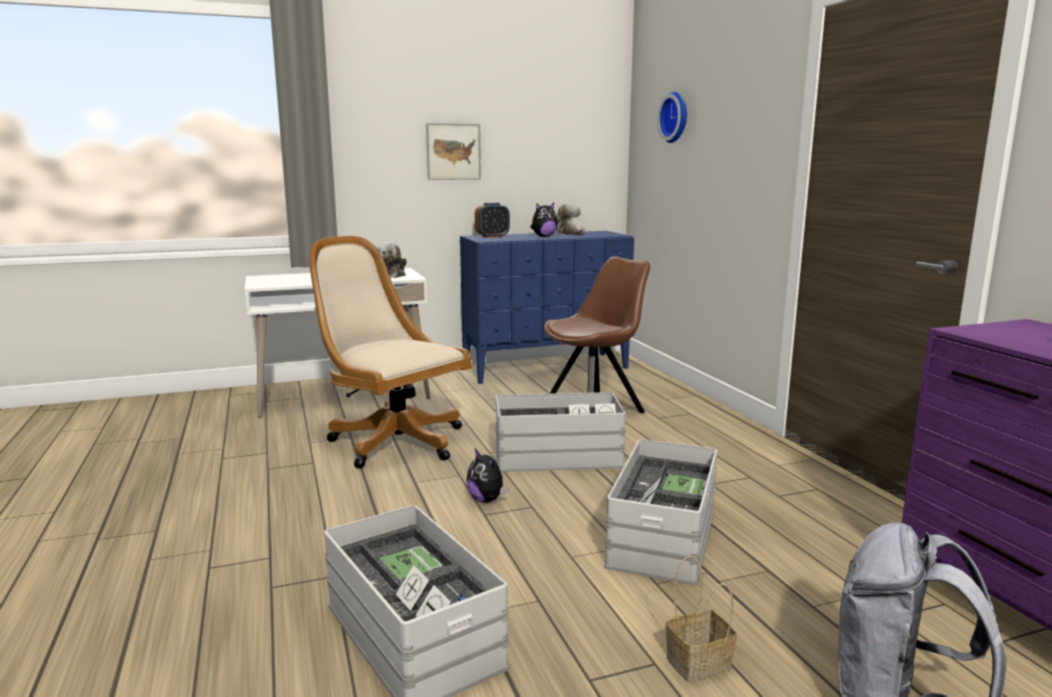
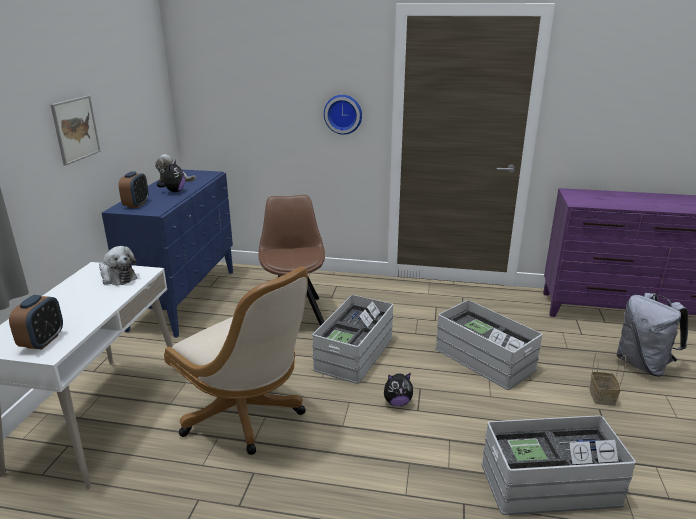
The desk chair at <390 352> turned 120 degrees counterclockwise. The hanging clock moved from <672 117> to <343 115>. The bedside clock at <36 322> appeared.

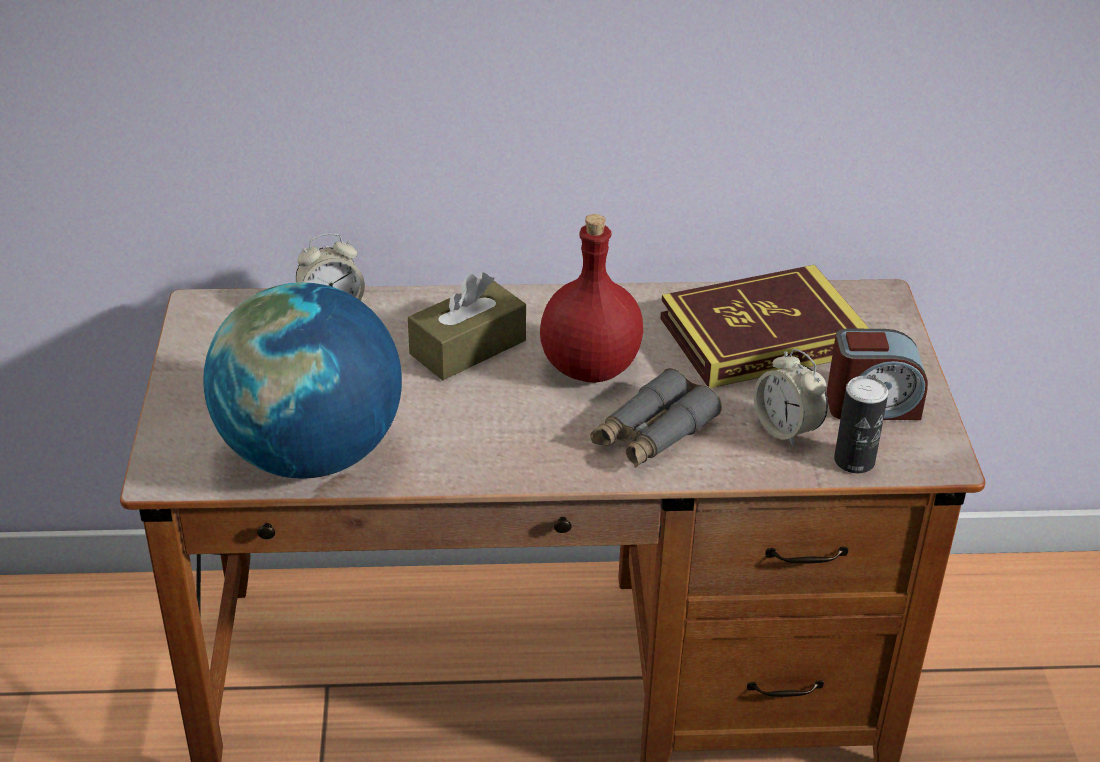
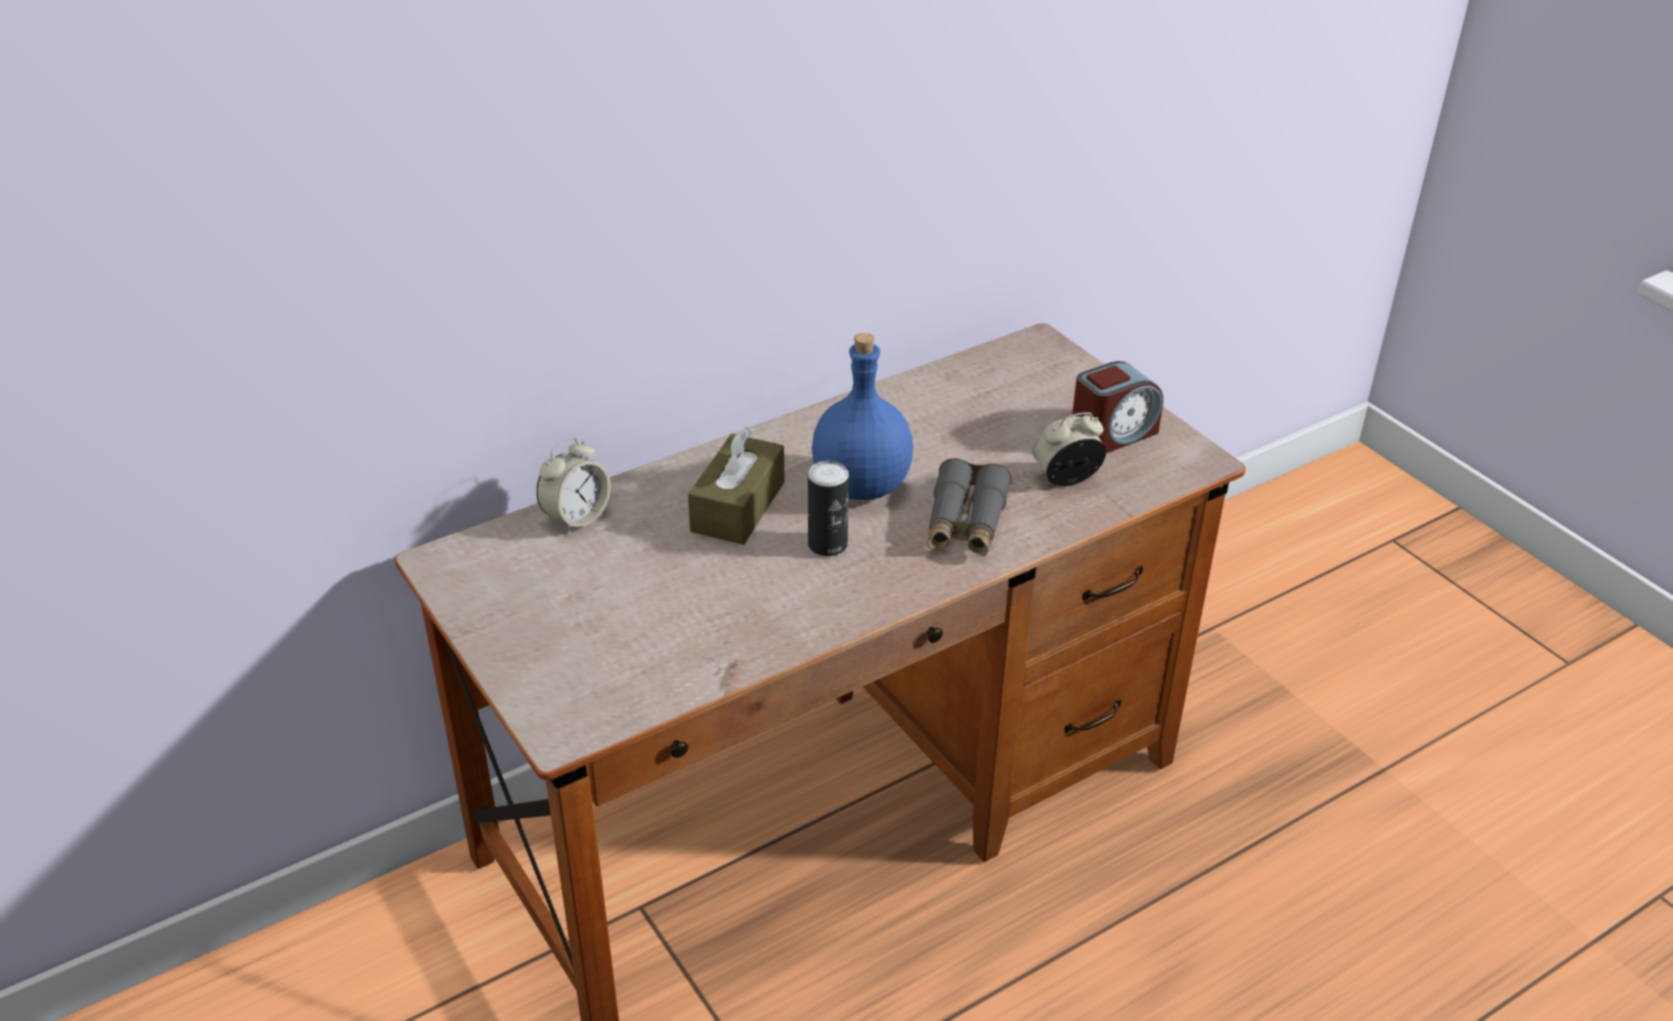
The world globe at <302 380> disappeared. The reddish drink bottle at <591 298> became the bluish drink bottle at <862 416>. The bound book at <764 326> disappeared. The bedside clock at <791 398> turned 135 degrees clockwise. The metal can moved from <861 424> to <828 508>.

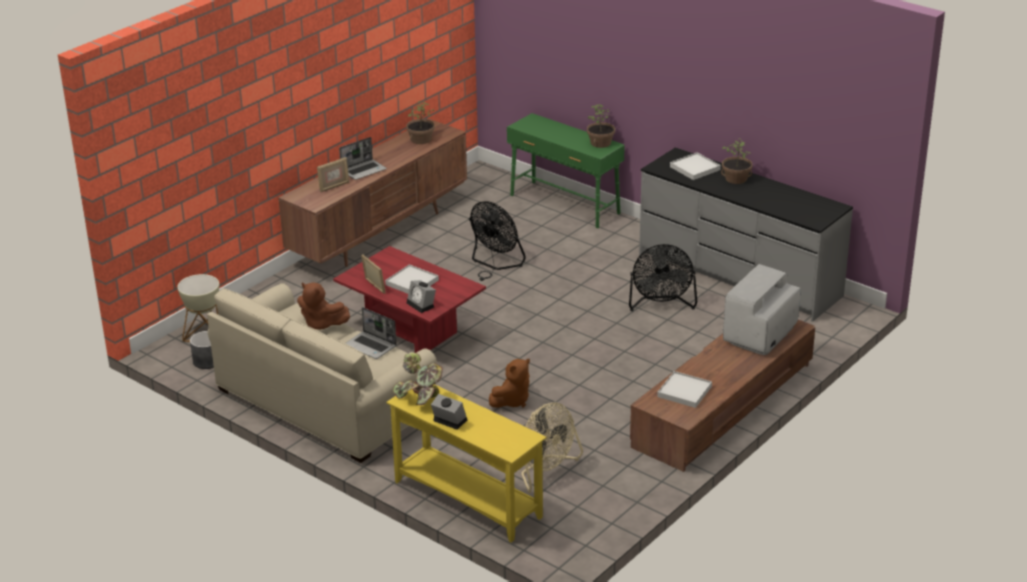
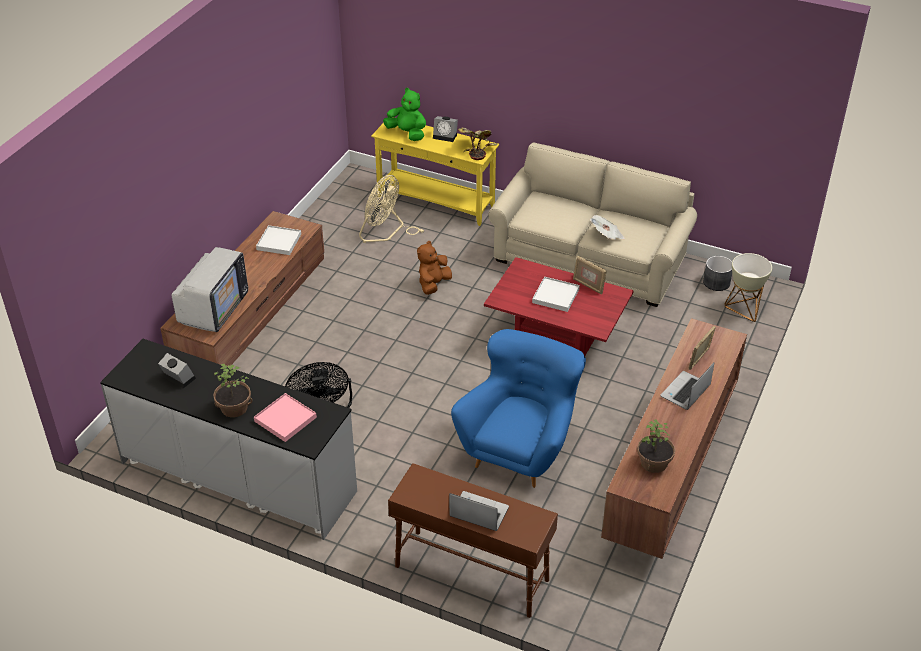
The brownish soft toy at <323 306> was replaced by the newspaper at <607 227>. The laptop moved from <371 333> to <479 511>. The bedside clock moved from <421 296> to <177 370>. The black-coloured fan at <497 241> was replaced by the bluish lounge chair at <518 408>. The greenish console table at <566 170> became the brownish console table at <473 540>. The plant in a pot at <601 126> disappeared. The whitish tray at <695 166> became the pinkish tray at <285 417>. The greenish soft toy at <404 114> appeared.

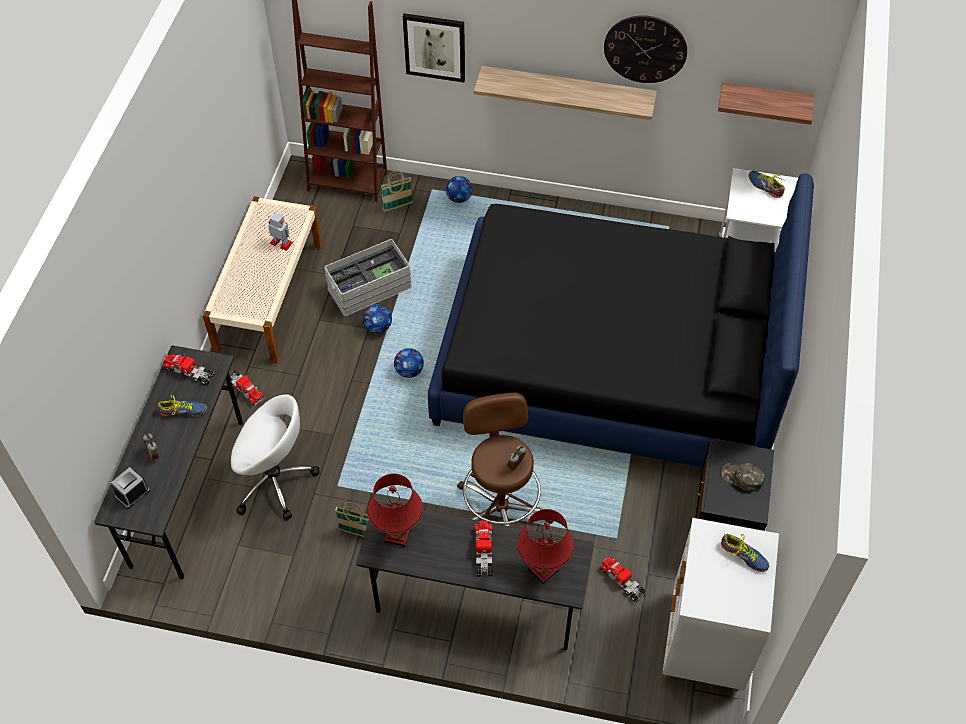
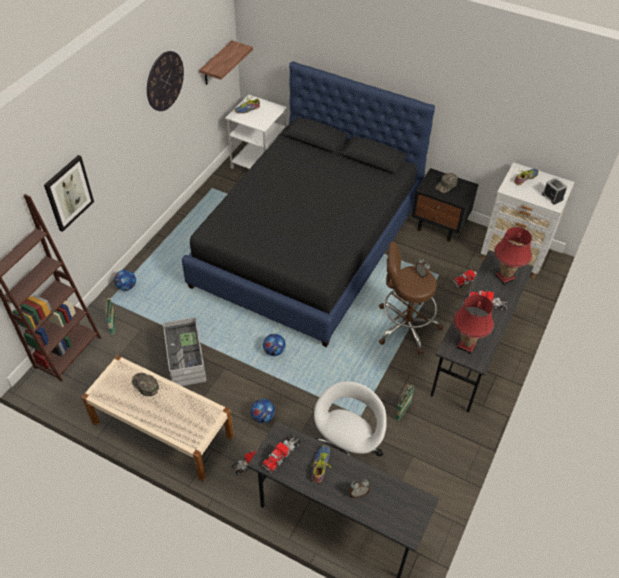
The bedside clock moved from <130 488> to <554 191>. The robot figure at <280 232> was replaced by the greenish peaked cap at <145 384>. The ball for football moved from <377 318> to <263 411>. The wall shelf at <565 93> disappeared.

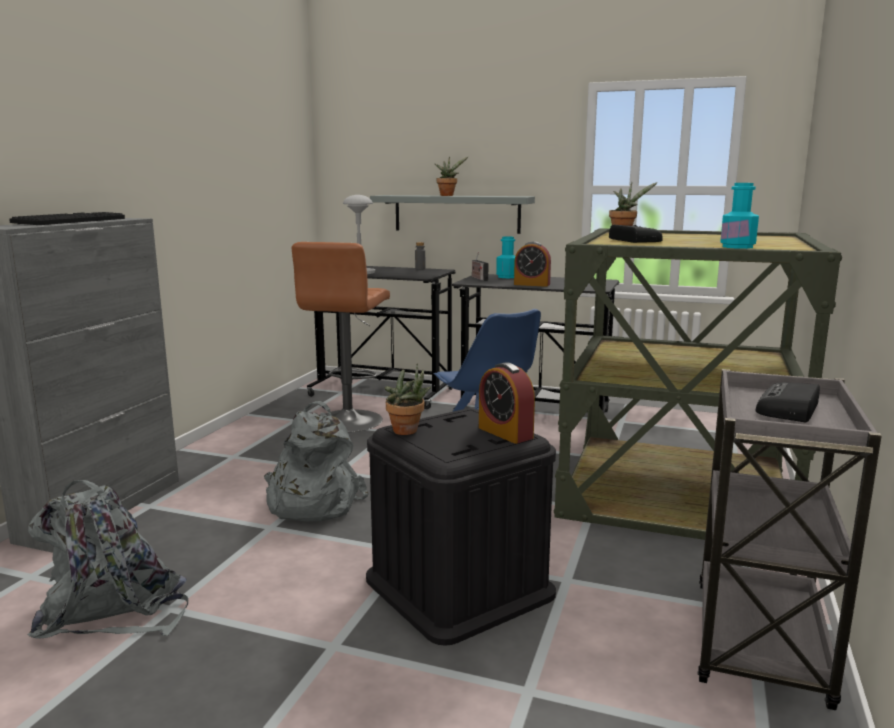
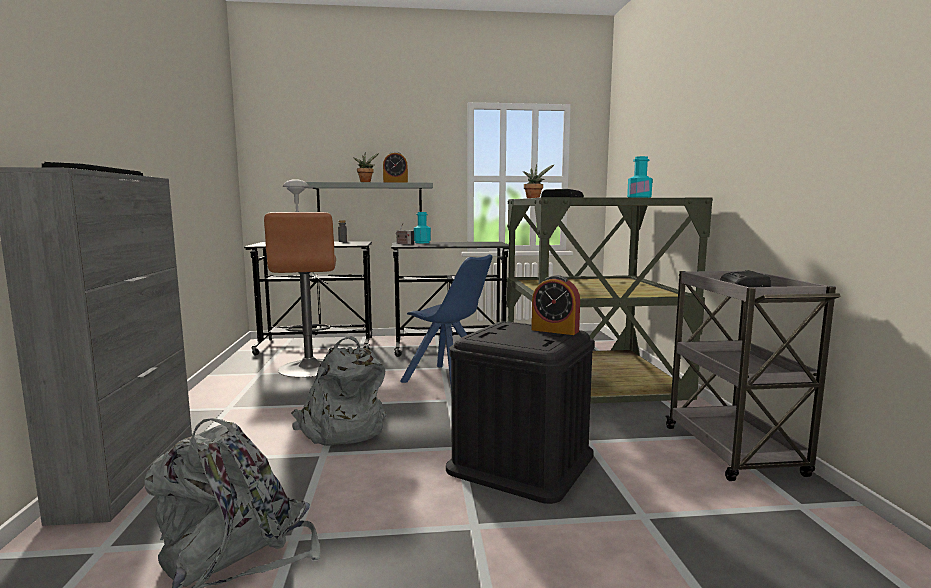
The plant in a pot at <408 399> disappeared. The bedside clock moved from <532 264> to <395 166>.

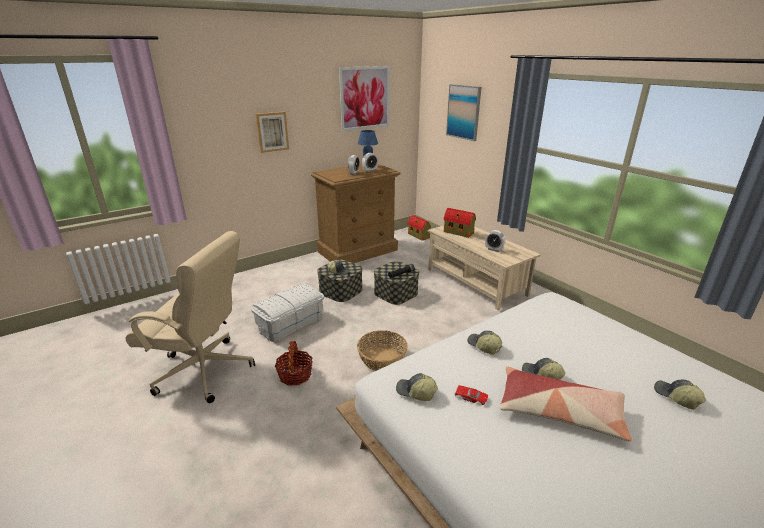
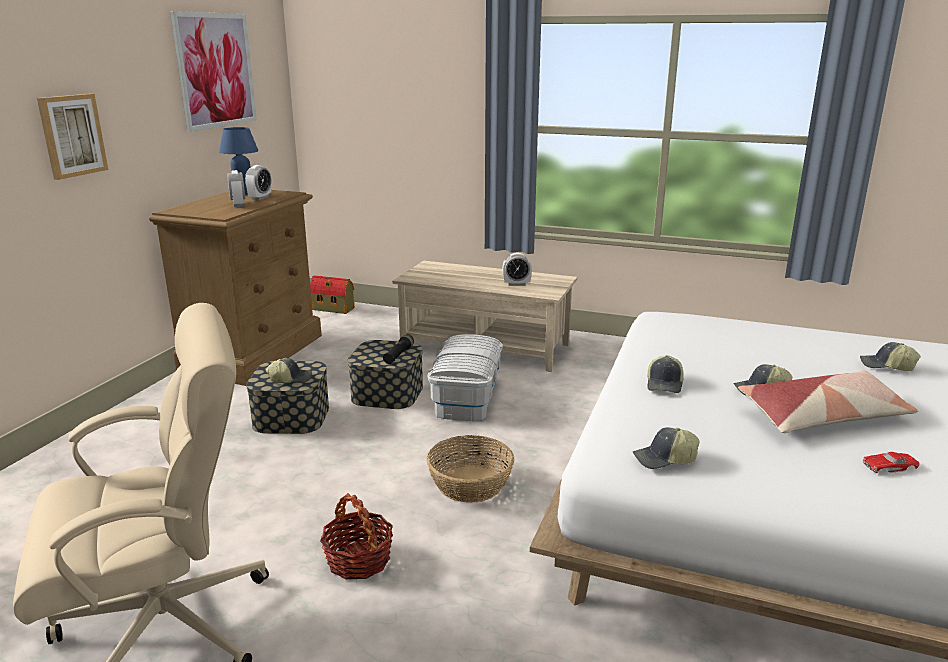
The whitish storage container moved from <287 312> to <465 377>. The model house at <460 223> disappeared. The picture at <463 112> disappeared. The reddish miniature car moved from <471 395> to <891 462>. The peaked cap at <484 343> turned 90 degrees counterclockwise.

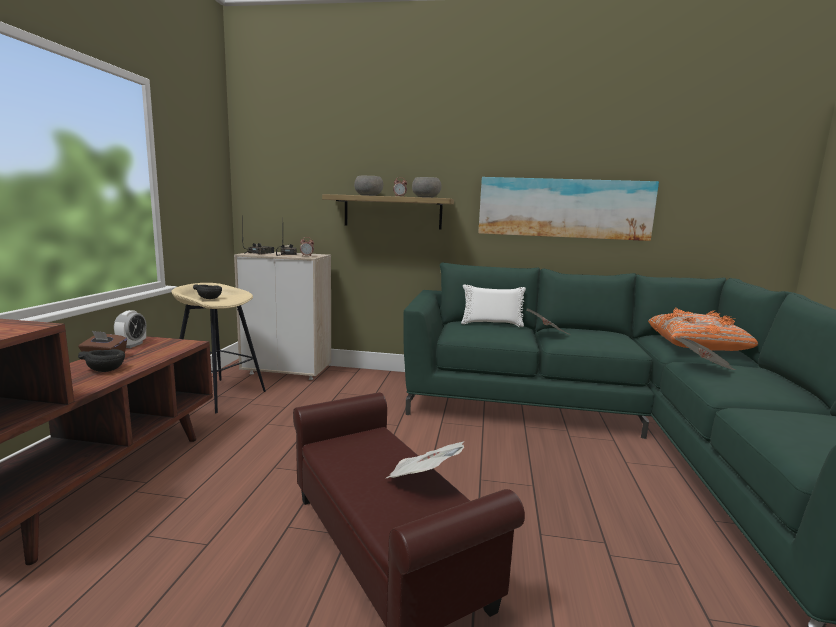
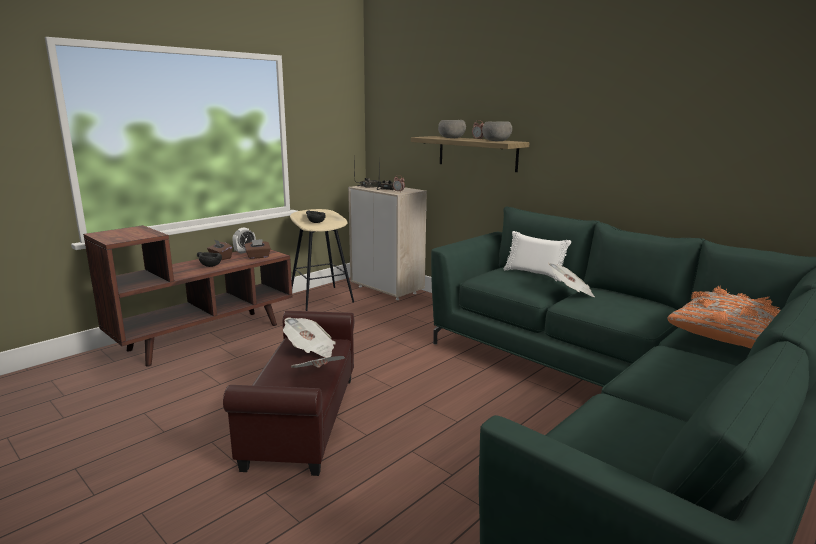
The picture at <568 209> disappeared. The newspaper moved from <705 354> to <309 338>. The brownish box of tissues at <257 249> appeared.

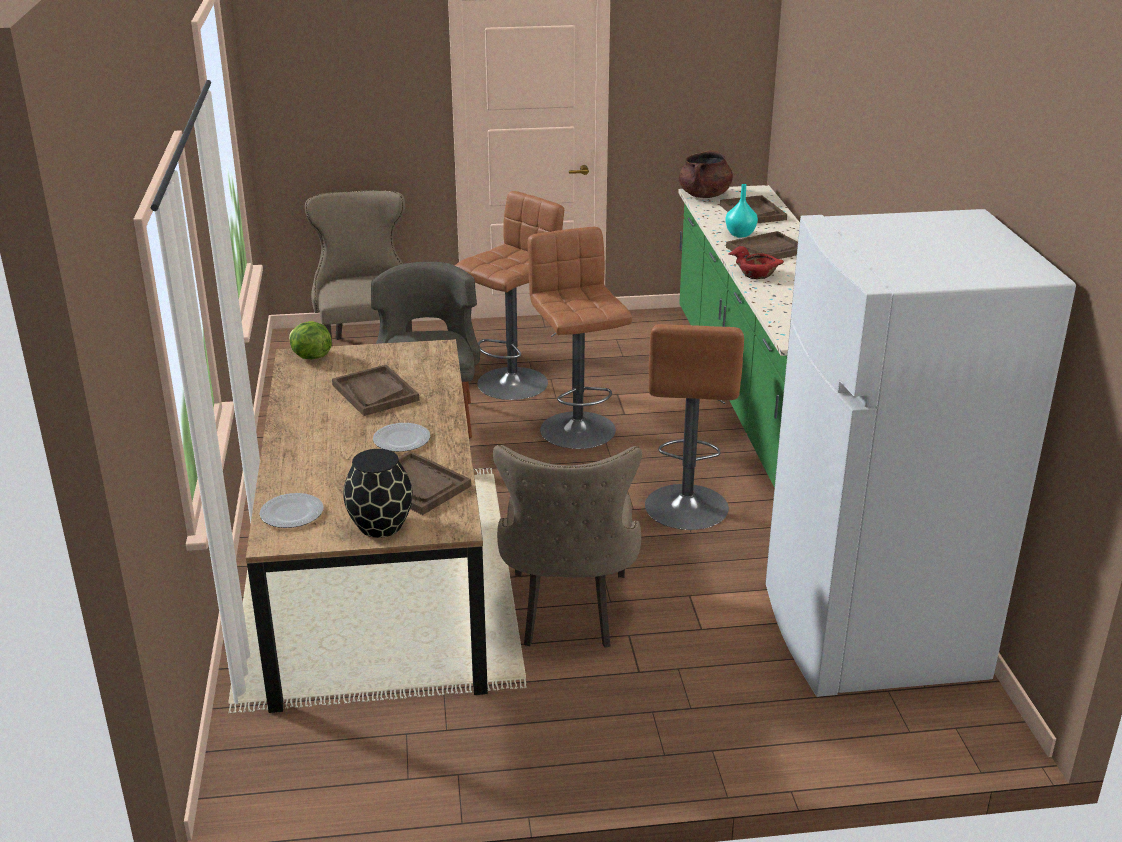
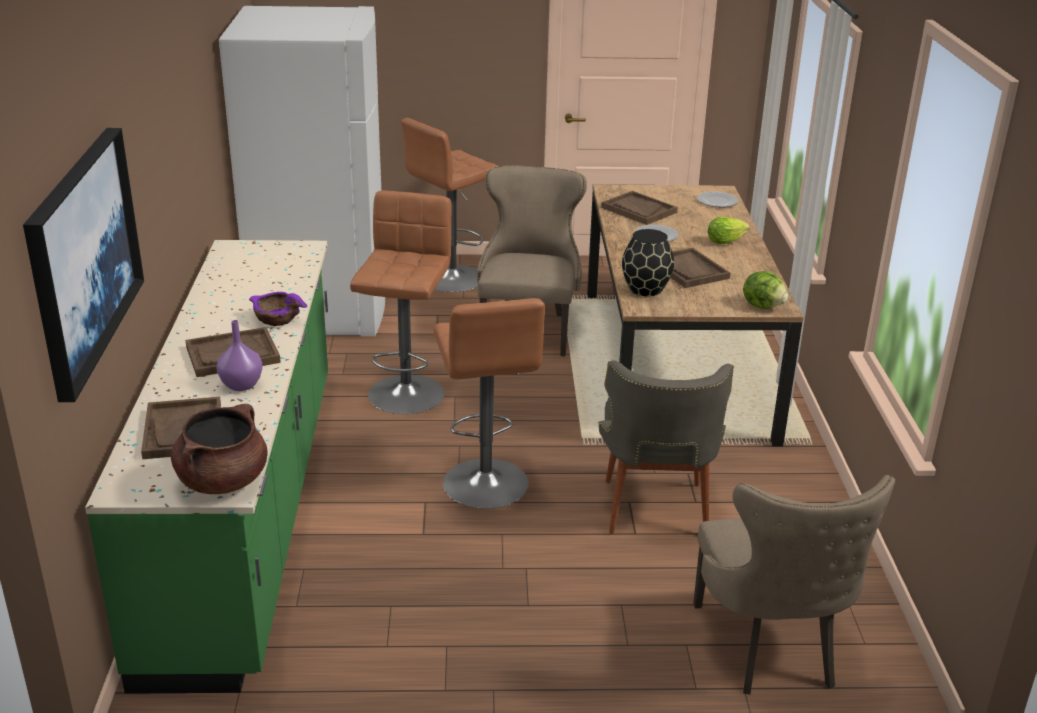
The black-coloured flower vase moved from <378 493> to <648 262>. The brownish stool seat moved from <509 295> to <450 205>. The blue-green flower vase at <741 210> became the purplish flower vase at <239 355>. The reddish bowl at <756 262> became the purplish bowl at <278 309>. The picture at <83 265> appeared. The lettuce head at <729 230> appeared.

